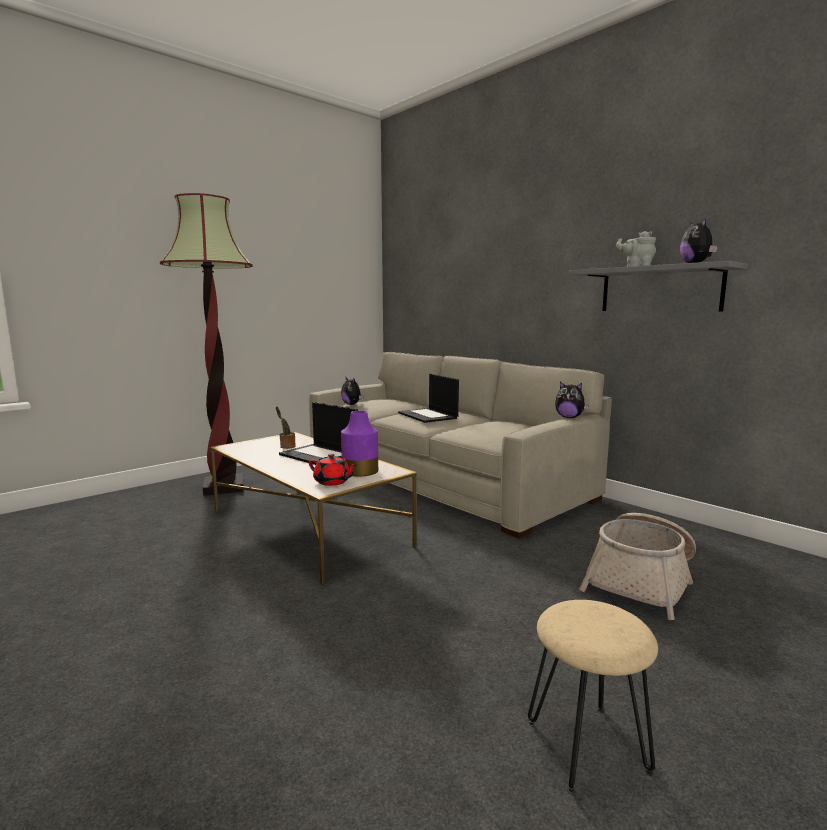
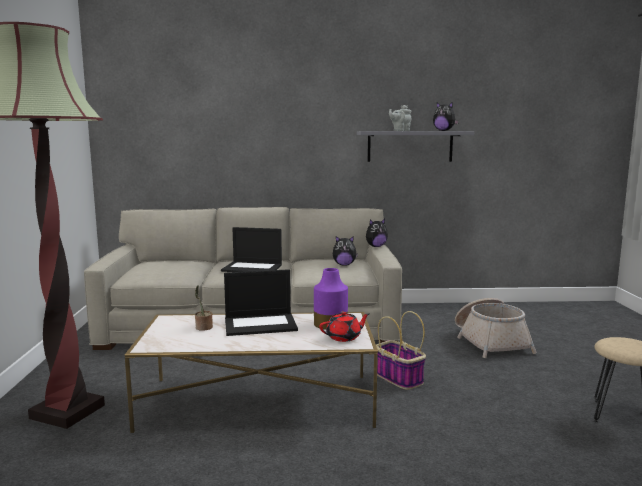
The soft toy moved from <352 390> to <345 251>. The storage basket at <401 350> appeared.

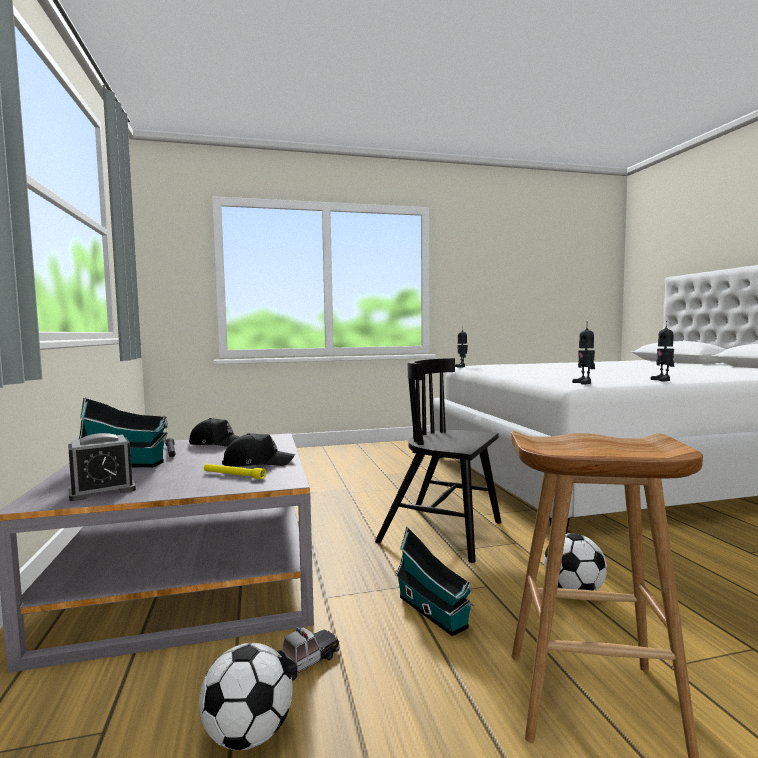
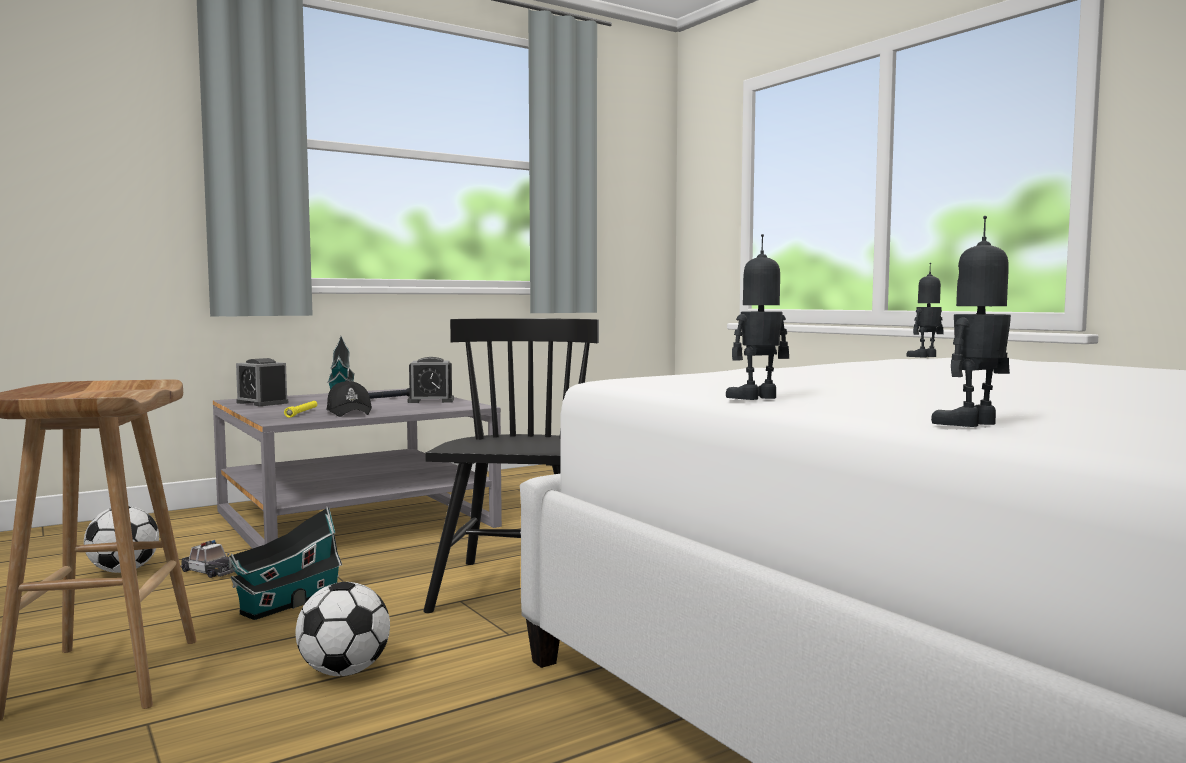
The black-coloured peaked cap at <214 432> was replaced by the bedside clock at <431 380>. The robot figure moved from <583 356> to <971 321>.

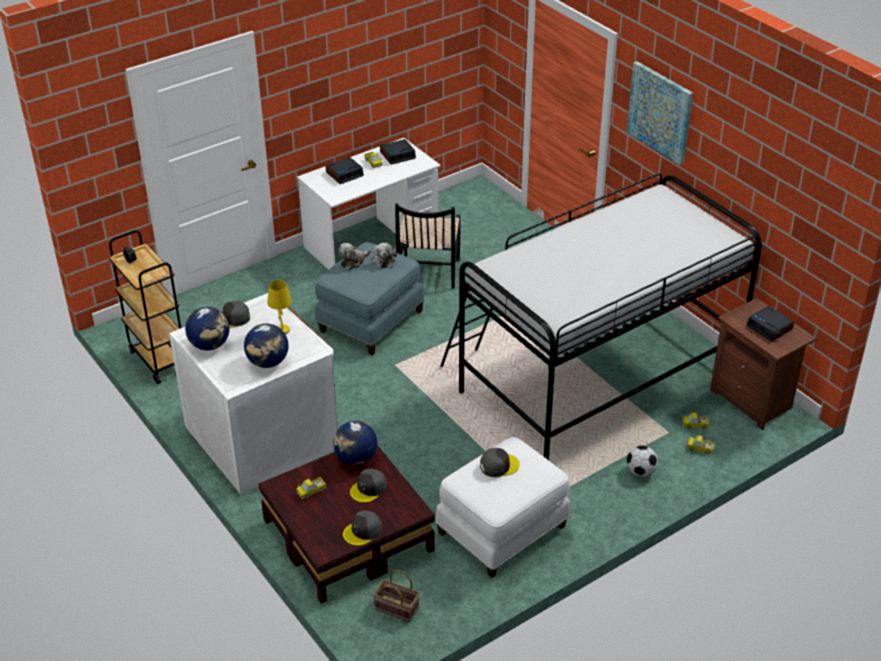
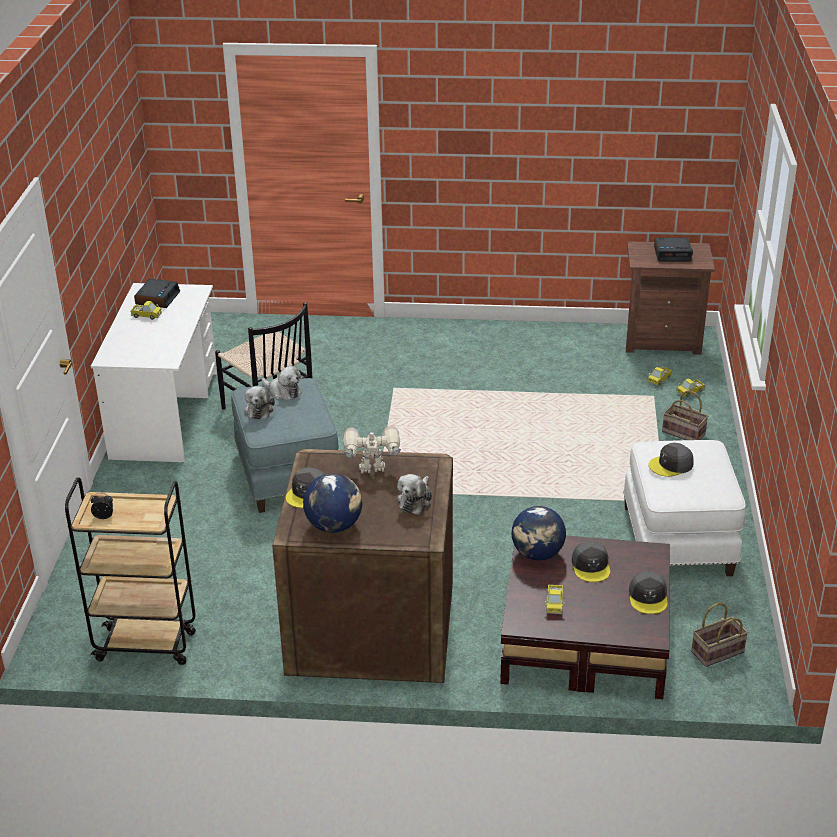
The whitish dresser at <253 394> became the brownish dresser at <362 566>. The world globe at <266 346> was replaced by the soft toy at <414 494>. The yellow tabletop lamp at <279 307> was replaced by the robot figure at <372 449>. The bedside clock at <344 170> disappeared. The black-coloured bed at <601 317> disappeared. The gray peaked cap at <500 462> turned 135 degrees counterclockwise. The picture at <660 113> disappeared. The ball for football at <642 460> was replaced by the storage basket at <685 415>.

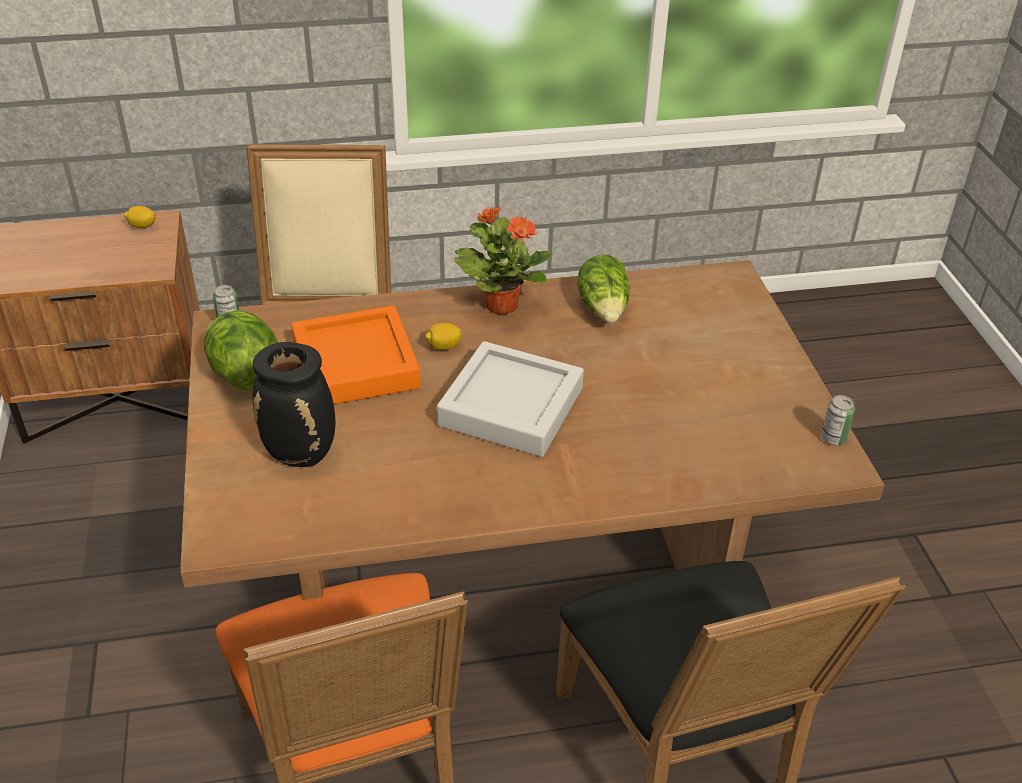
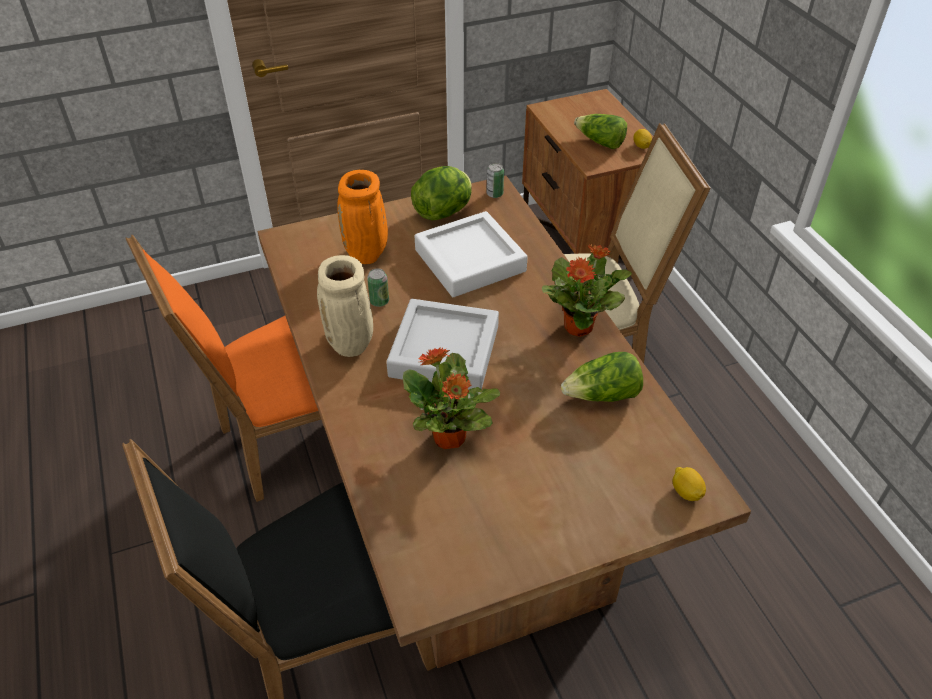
The black-coloured flower vase at <294 404> became the orangey flower vase at <362 217>. The orangey tray at <356 355> became the whitish tray at <471 254>. The lemon moved from <443 336> to <689 484>. The metal can moved from <838 420> to <378 287>. The beige flower vase at <345 306> appeared. The plant in a pot at <451 398> appeared. The lettuce head at <600 131> appeared.

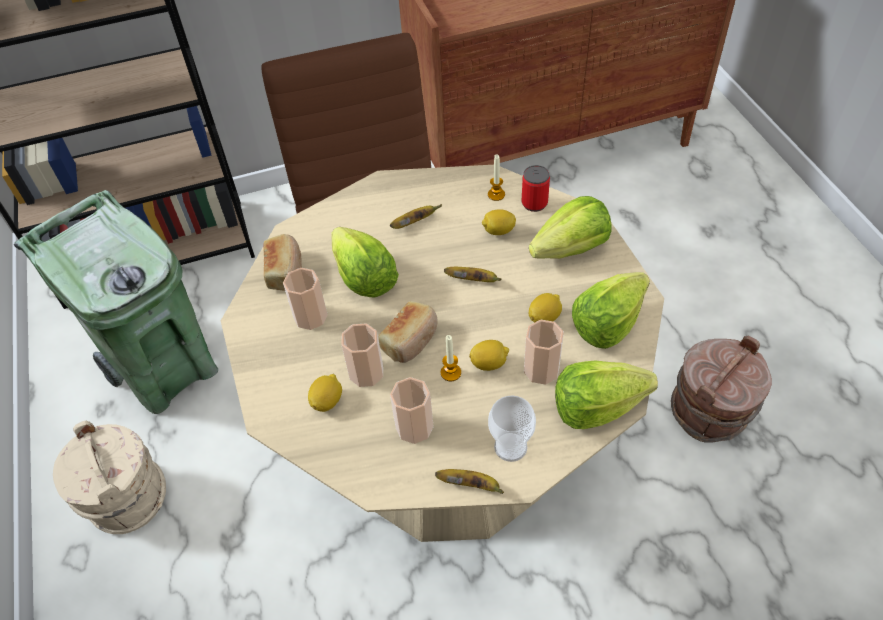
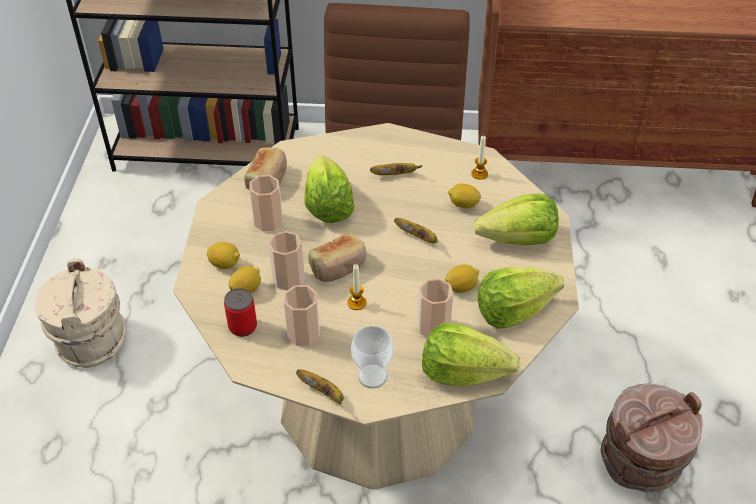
The greenish trash can at <116 302> disappeared. The lemon moved from <489 355> to <223 255>. The metal can moved from <535 188> to <240 312>.

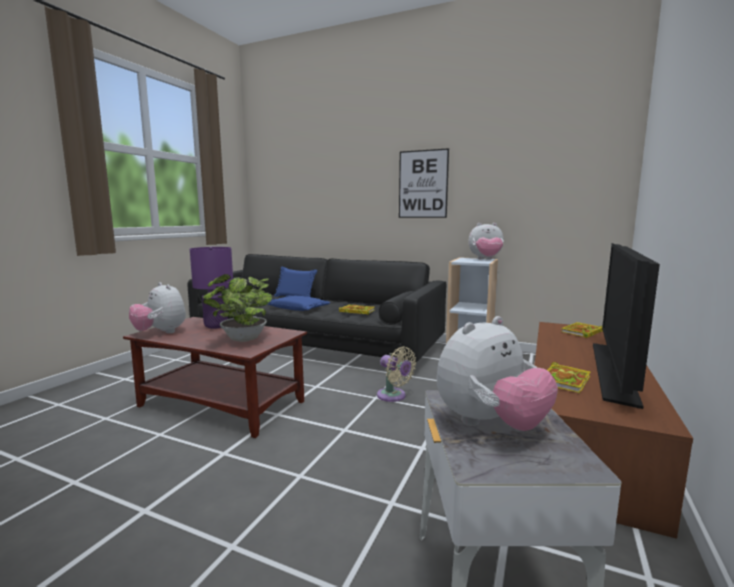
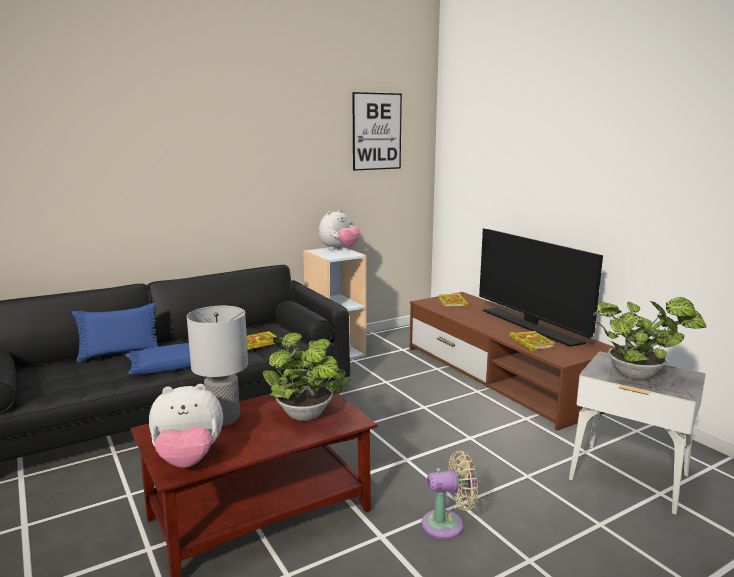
The purplish tabletop lamp at <211 288> became the gray tabletop lamp at <217 366>. The beige fan moved from <396 374> to <450 495>. The picture moved from <424 183> to <377 131>. The soft toy at <497 373> was replaced by the plant in a pot at <649 338>.

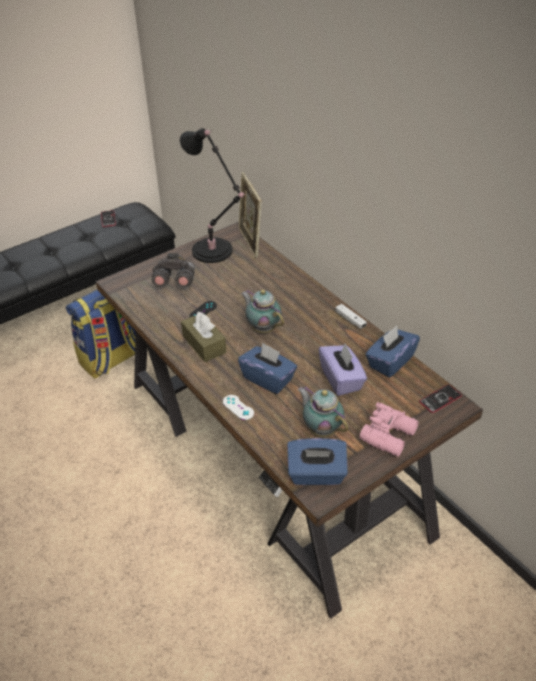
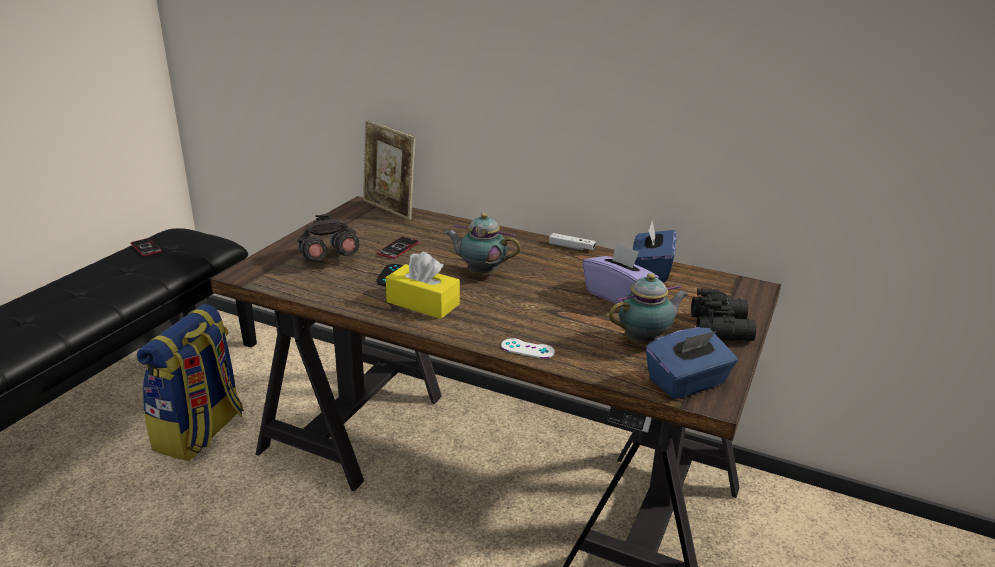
The black-coloured tabletop lamp at <213 195> disappeared. The brownish box of tissues at <204 337> became the yellow box of tissues at <423 285>. The bluish box of tissues at <267 368> disappeared. The tea pot at <323 412> turned 135 degrees clockwise. The pinkish pair of binoculars at <389 429> became the black-coloured pair of binoculars at <723 315>. The handset moved from <440 398> to <398 248>.

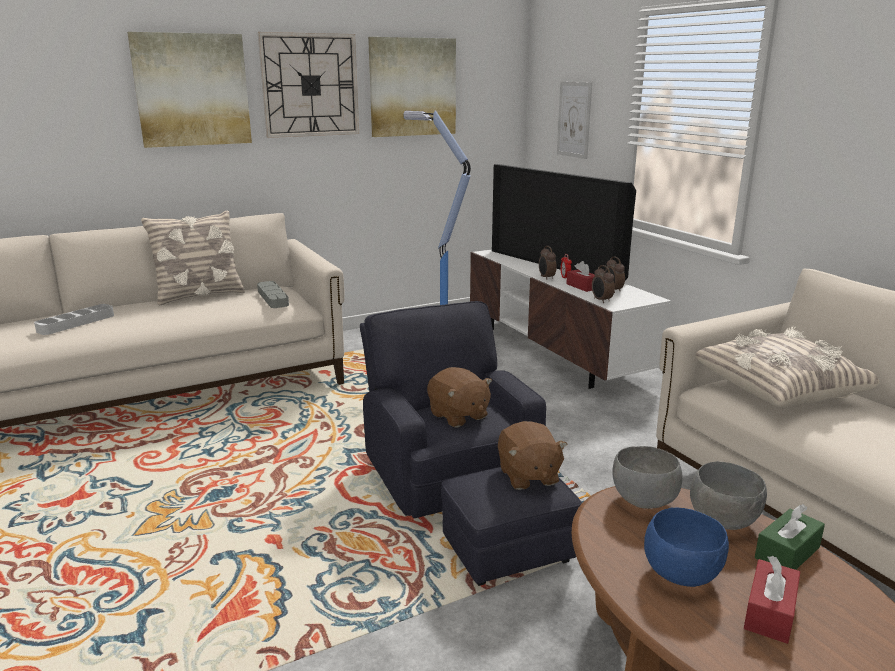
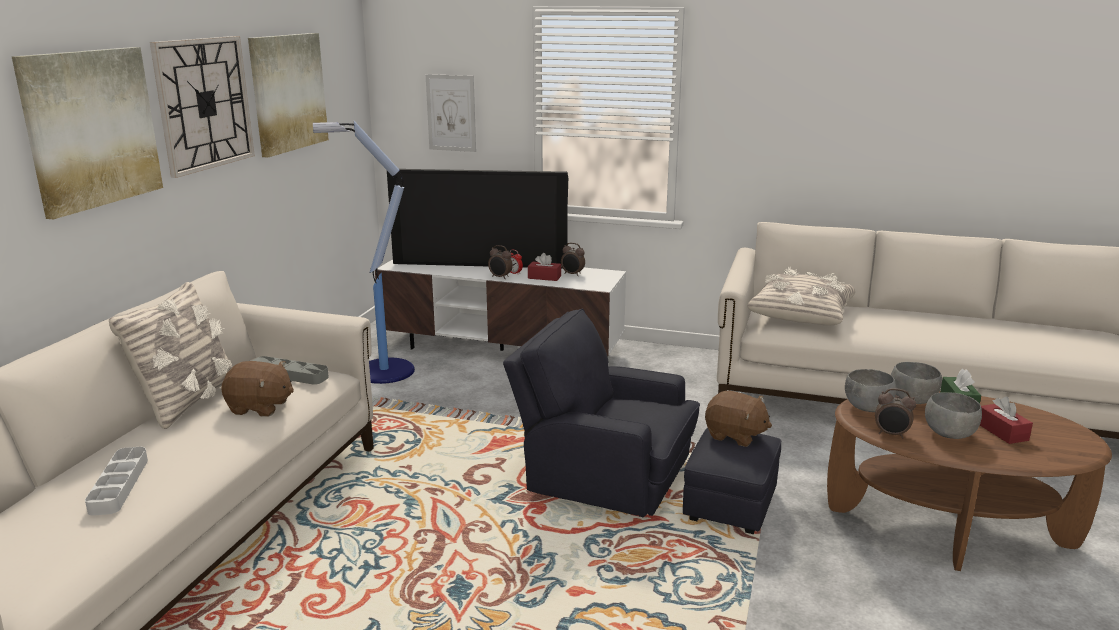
The brownish soft toy moved from <459 397> to <257 389>. The bedside clock moved from <603 284> to <895 413>. The bluish bowl at <686 547> became the gray bowl at <953 415>.

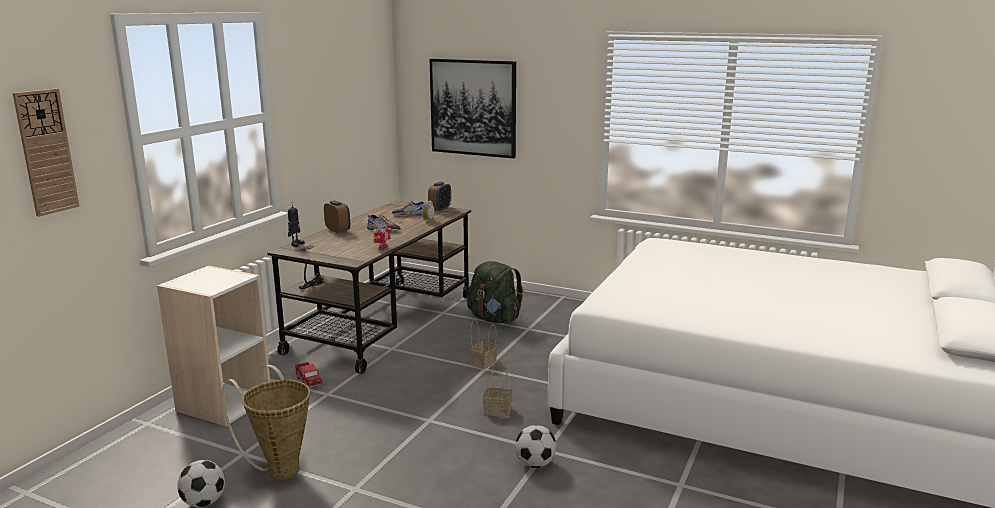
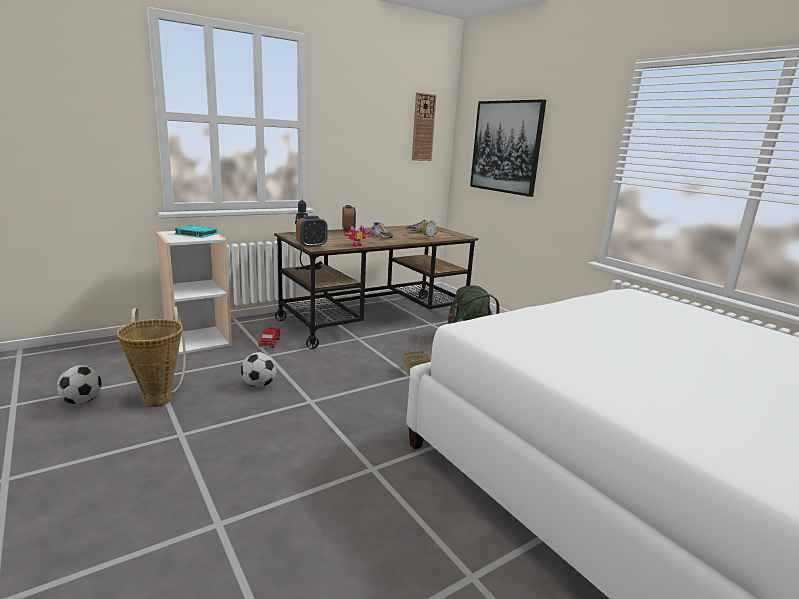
The hanging clock moved from <46 153> to <424 126>. The bedside clock moved from <439 197> to <312 232>. The storage basket at <497 388> disappeared. The ball for football moved from <535 446> to <259 369>. The blue-green bound book at <196 231> appeared.

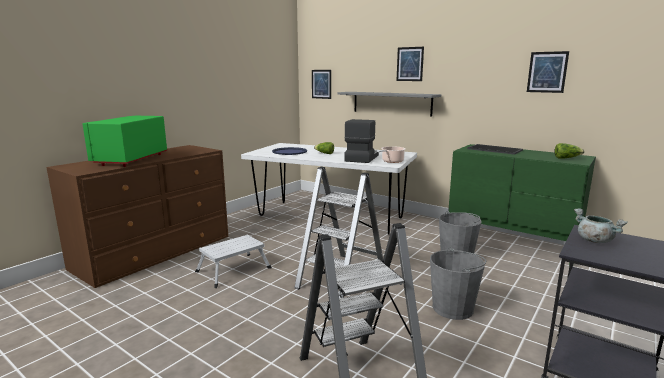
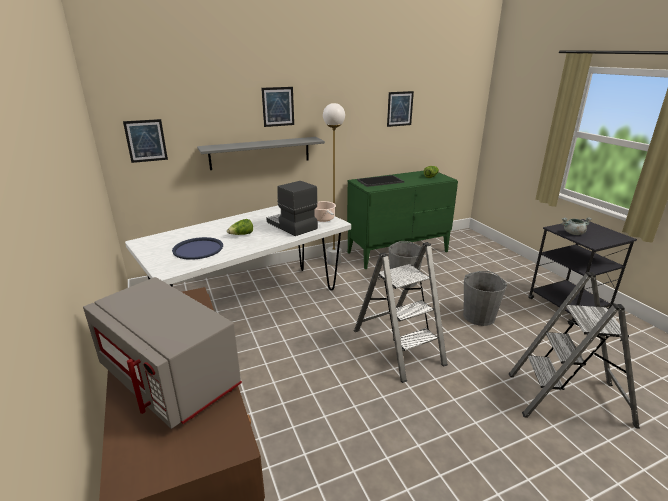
The greenish microwave oven at <124 141> became the gray microwave oven at <162 353>. The whitish stepladder at <233 261> disappeared. The whitish standard lamp at <334 184> appeared.

